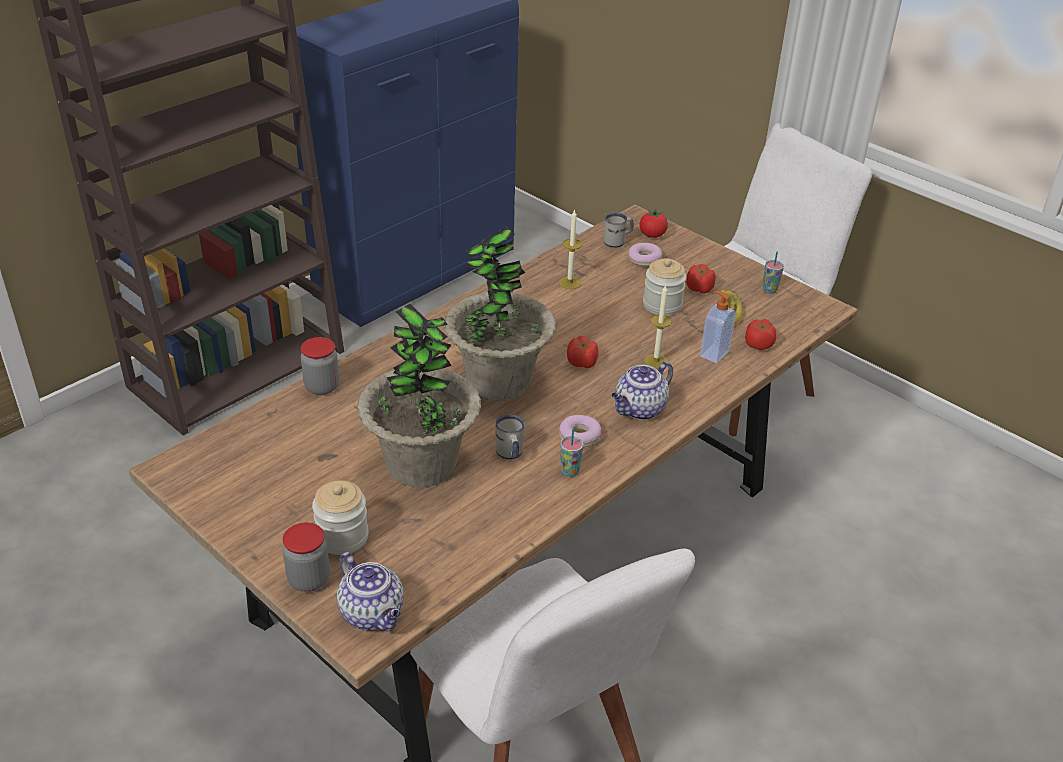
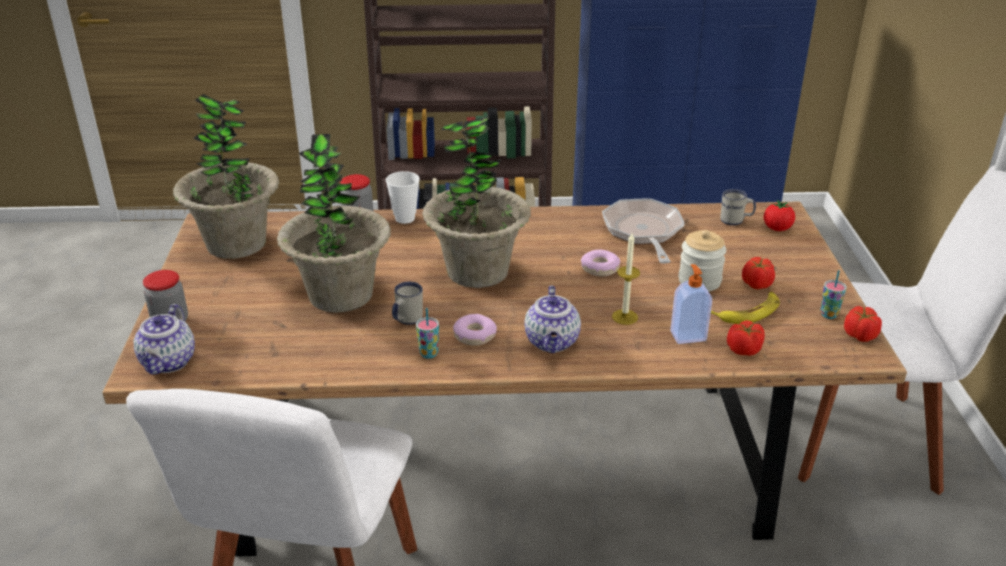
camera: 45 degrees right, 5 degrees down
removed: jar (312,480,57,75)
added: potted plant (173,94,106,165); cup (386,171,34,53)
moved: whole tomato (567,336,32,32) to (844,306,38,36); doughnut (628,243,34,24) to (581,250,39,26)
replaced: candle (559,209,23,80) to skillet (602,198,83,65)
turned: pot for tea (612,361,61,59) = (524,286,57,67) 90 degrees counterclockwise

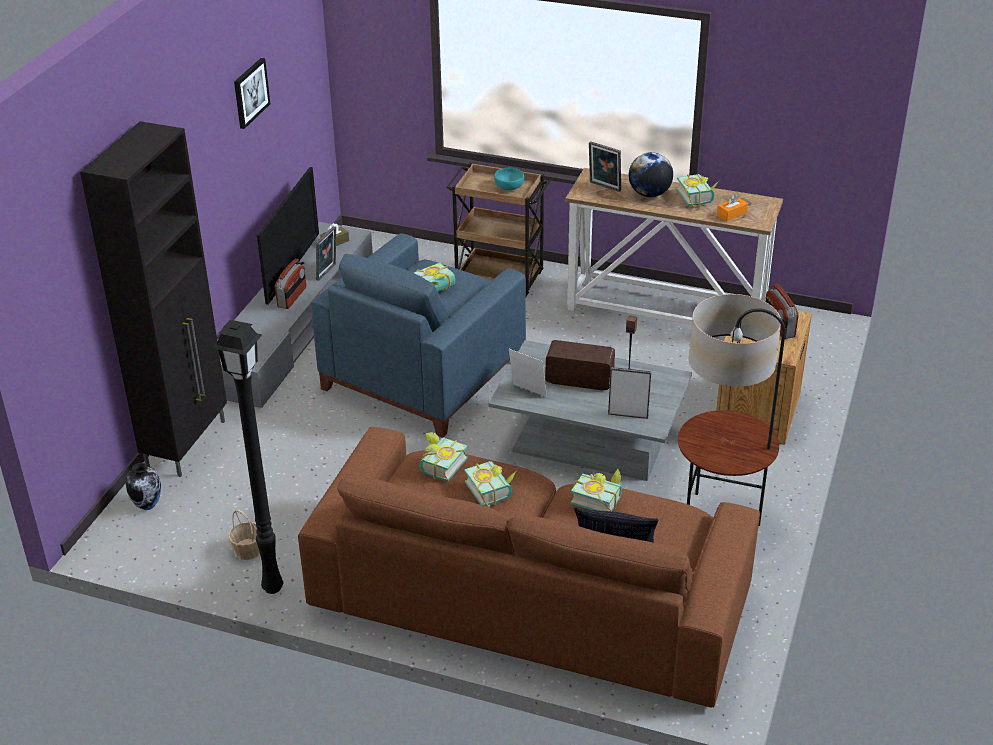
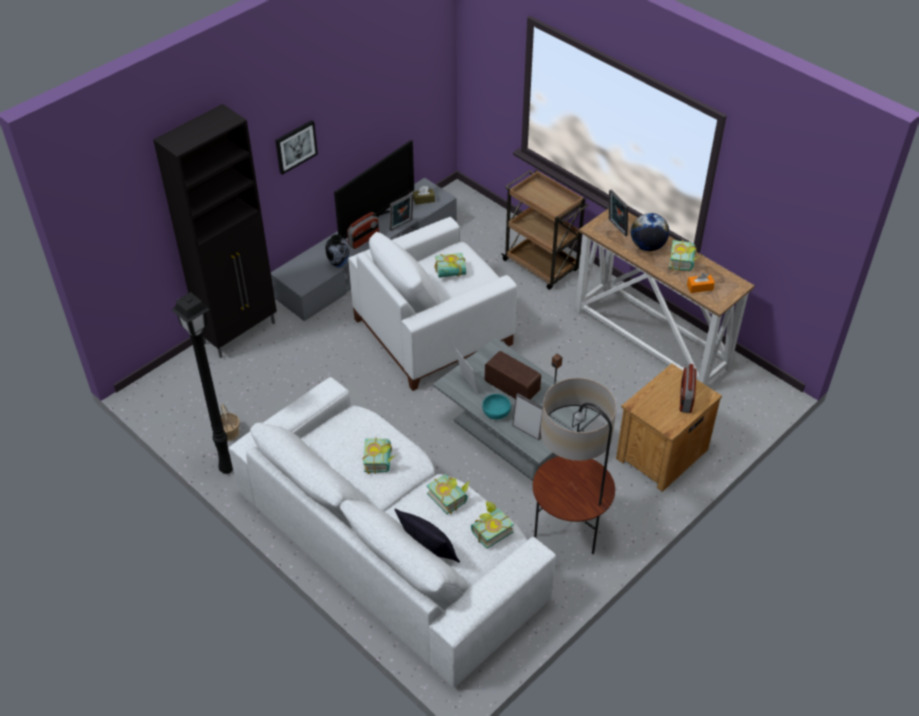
camera: 25 degrees right, 10 degrees up
moved: flower vase (125,463,36,47) to (325,234,25,34); wall art (234,58,36,71) to (275,120,43,55); book (419,432,49,50) to (471,501,43,48); turquoise-coloured serving bowl (494,168,30,22) to (482,394,29,26)
recoloured: brown-coloured settee (298,427,462,281) to white-coloured settee (228,377,328,311); blue armchair (311,233,215,205) to white-coloured armchair (348,217,169,174)

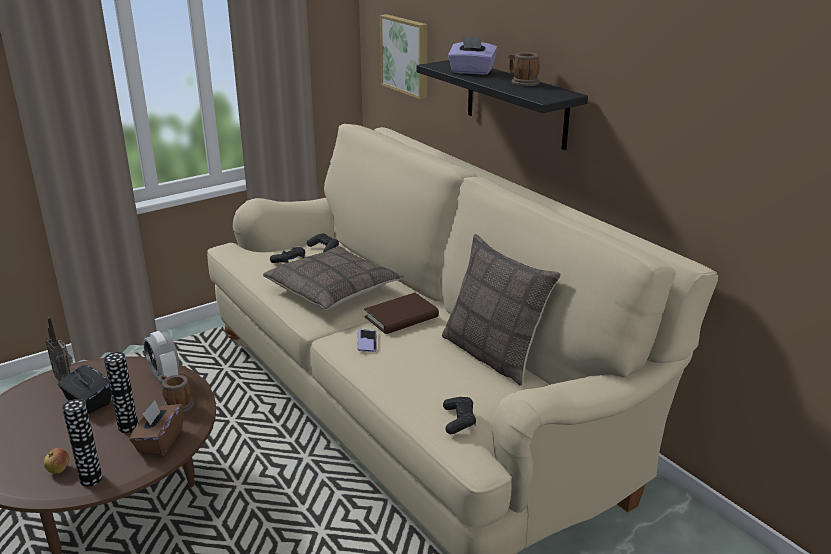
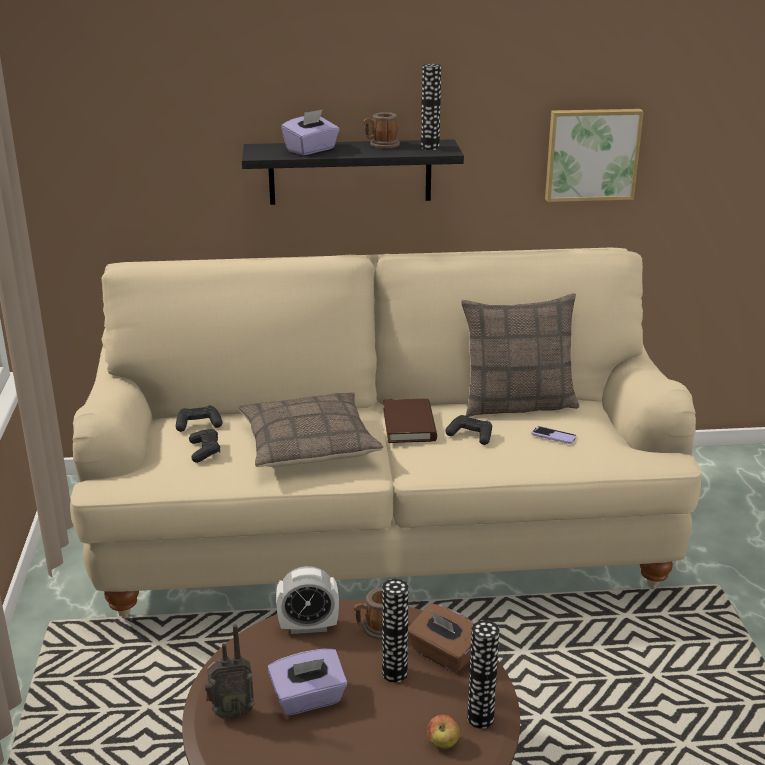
camera: 60 degrees left, 0 degrees up
added: flower vase (421,64,20,86)
moved: handset (357,329,20,23) to (531,426,46,18); wall art (380,14,48,85) to (545,109,99,93); black-coloured joypad (443,397,33,37) to (445,415,47,30)
recoloured: black-coloured tissue box (58,365,53,49) to purple-coloured tissue box (267,649,80,67)

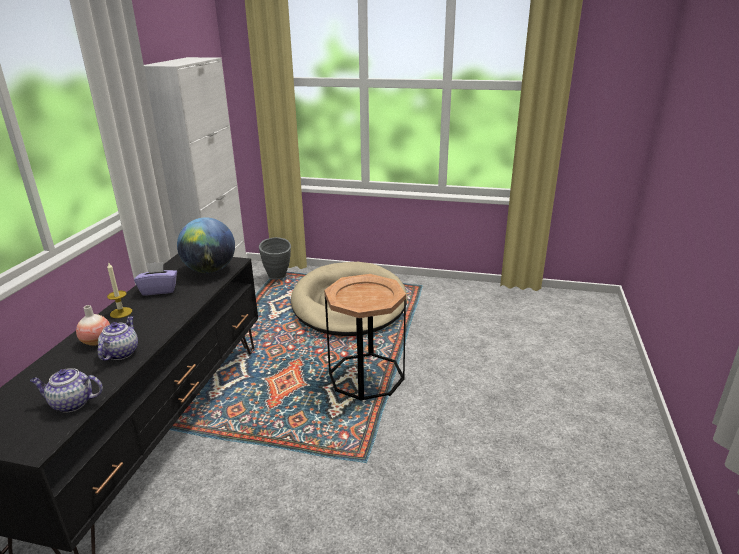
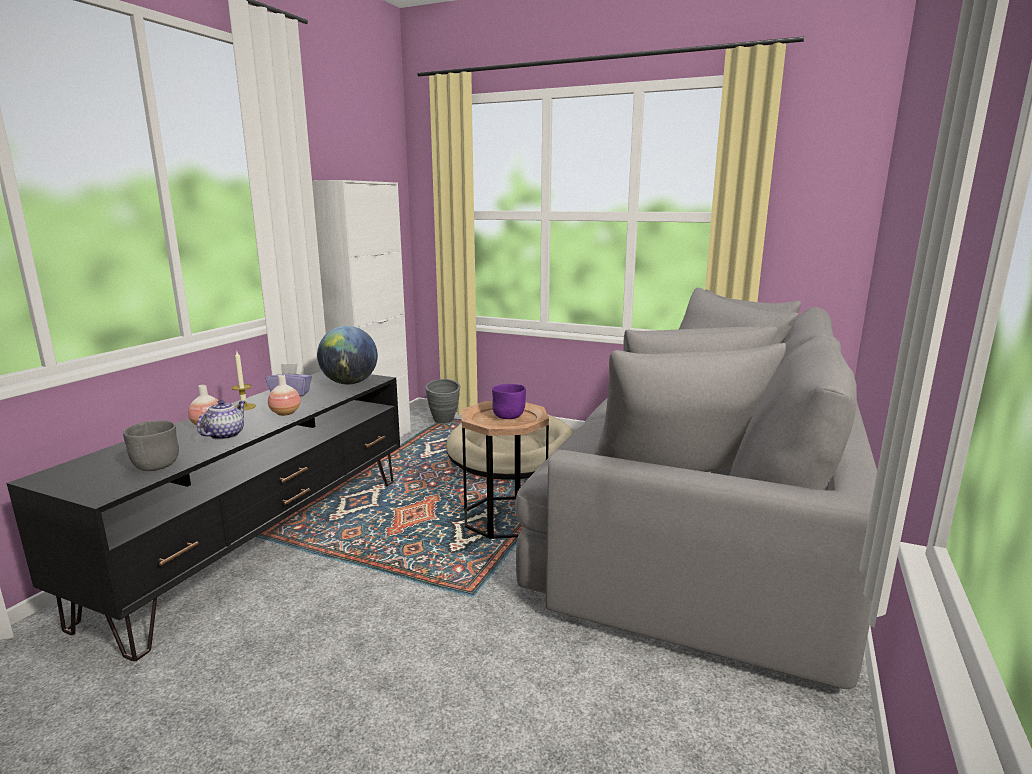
camera: 10 degrees right, 10 degrees down
added: flower vase (268,375,33,41); purple-coloured serving bowl (492,384,34,35); gray settee (515,288,362,401)
replaced: pot for tea (30,368,73,45) to gray serving bowl (123,420,56,51)

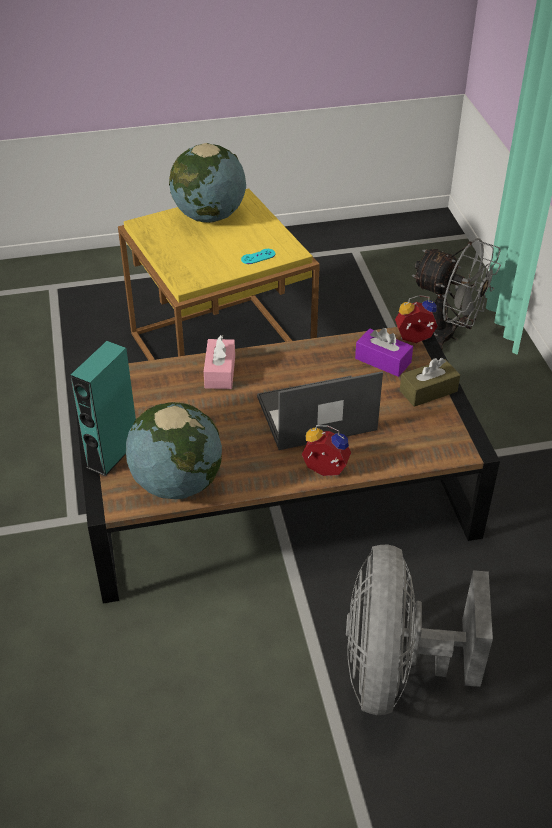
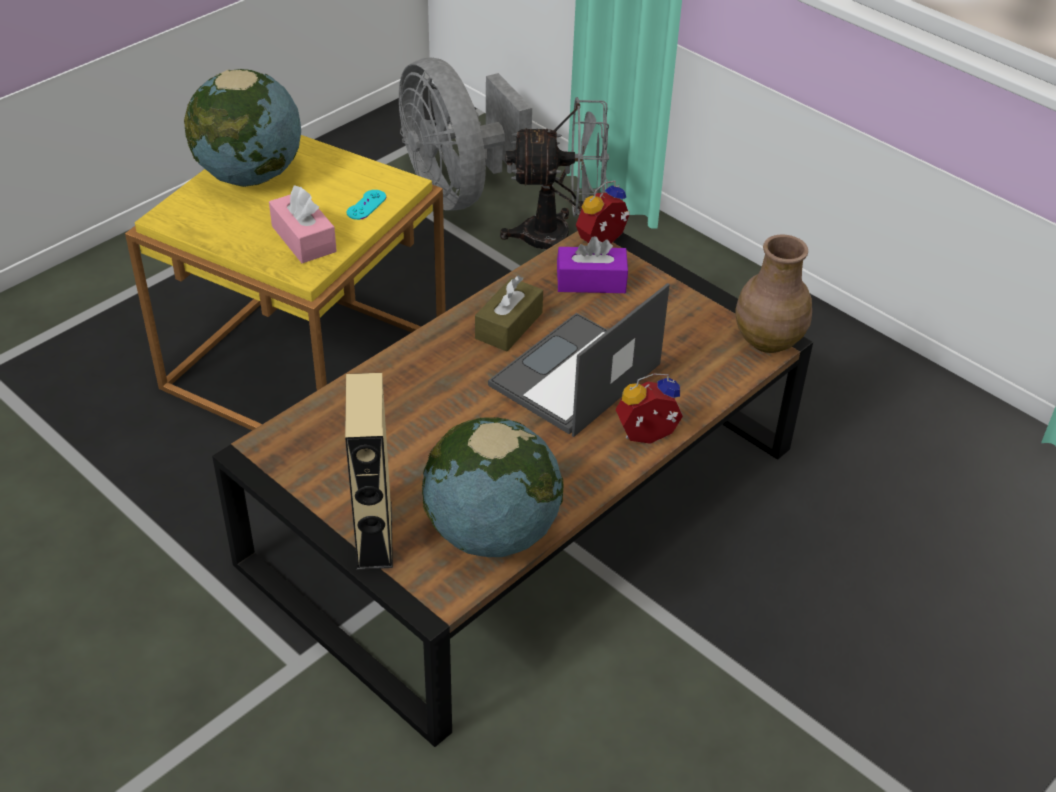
camera: 35 degrees left, 0 degrees up
added: brown-coloured flower vase (735,234,77,119)
moved: pink tissue box (204,335,31,54) to (269,185,68,78); gray fan (346,544,147,171) to (399,58,133,153); brown-coloured tissue box (400,358,60,49) to (475,276,68,75)
recoloured: turquoise-coloured loudspeaker (70,341,66,135) to beige-coloured loudspeaker (345,373,48,197)

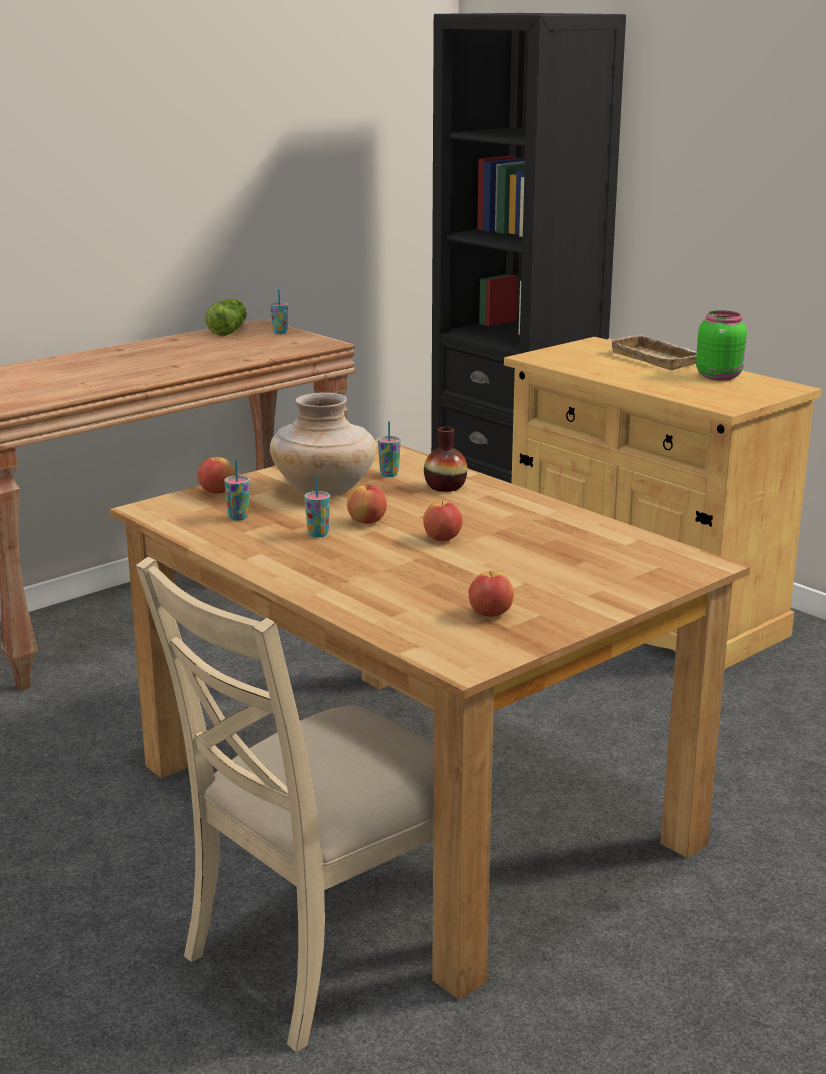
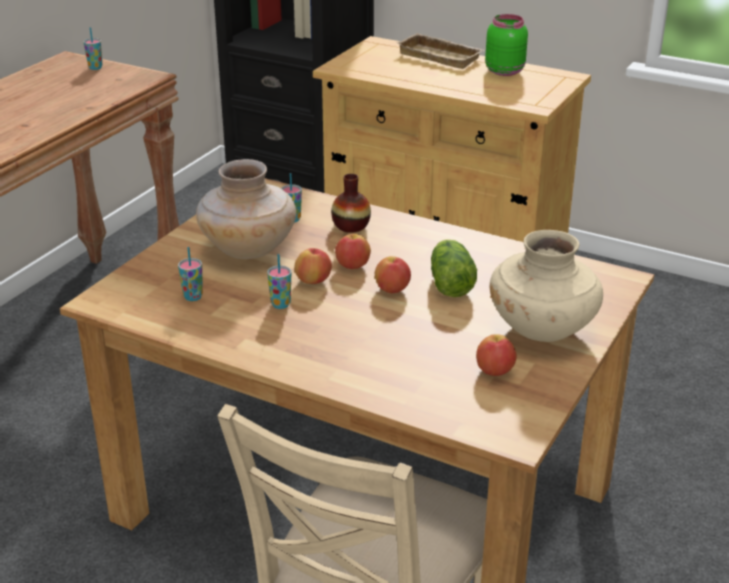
camera: 20 degrees left, 10 degrees up
added: beige-coloured flower vase (489,230,114,112)
moved: whole apple (197,456,39,38) to (335,234,36,35); head of lettuce (205,299,42,37) to (431,239,46,58)

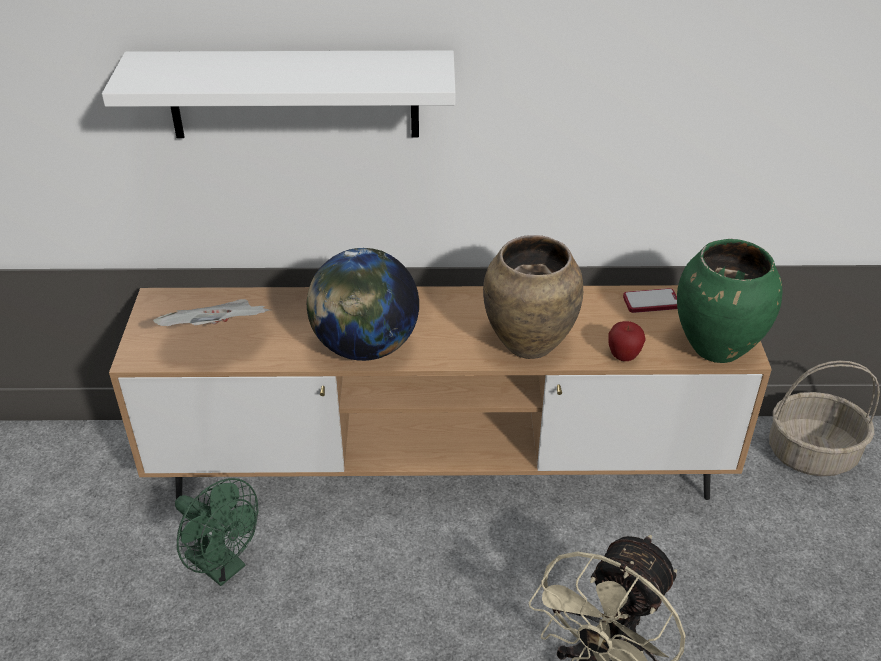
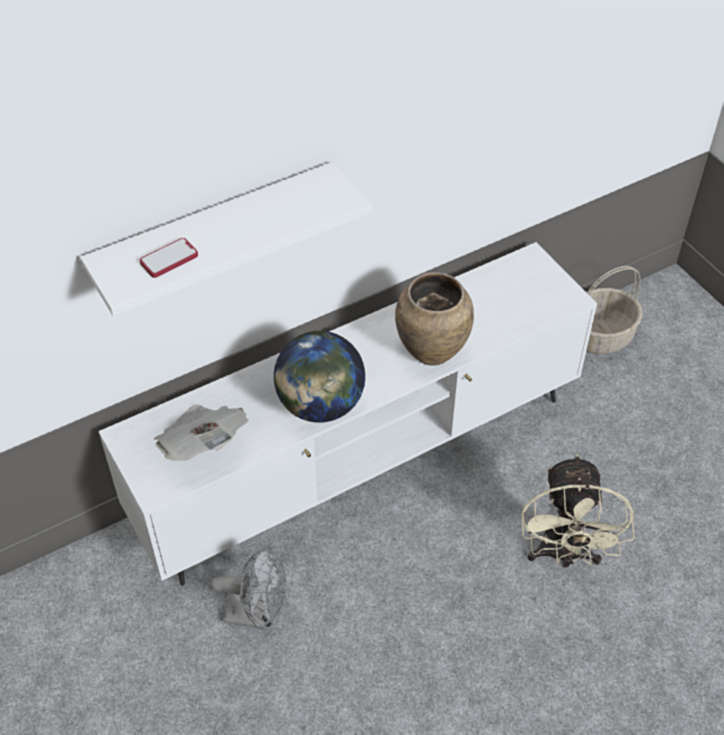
camera: 30 degrees left, 10 degrees up
removed: whole apple (608,321,38,40); greenish flower vase (677,239,105,124)
moved: handset (623,288,54,25) to (140,238,58,40)
recoloured: brown-coloured tv unit (109,285,663,215) to white-coloured tv unit (98,242,499,344); greenish fan (175,478,83,108) to gray fan (211,545,75,85)

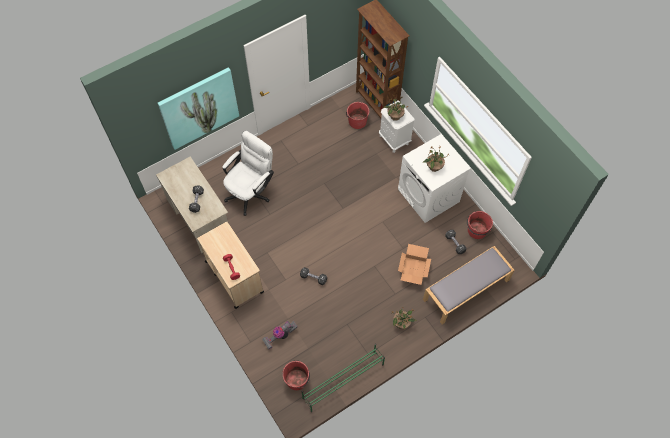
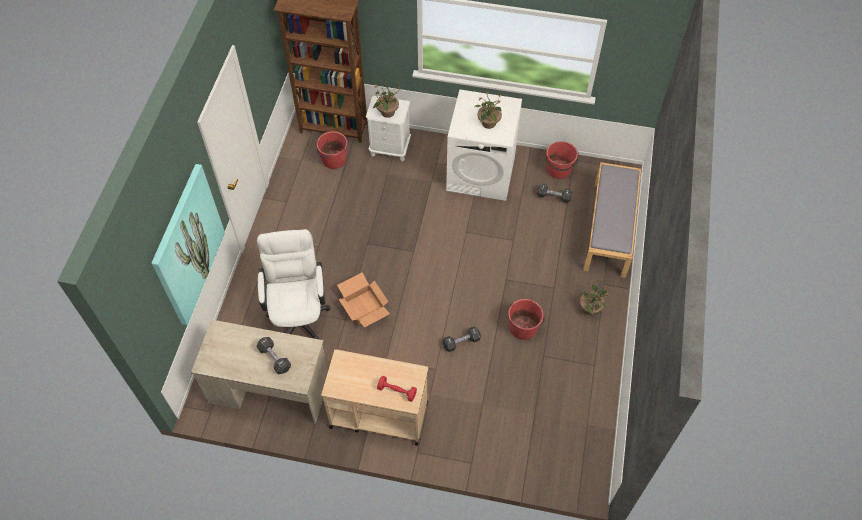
camera: 45 degrees left, 5 degrees down
removed: vacuum cleaner (262,321,36,28); greenish shoe shelf (302,344,83,68)
moved: red pail (282,360,28,30) to (508,299,37,41); packing box (398,244,33,41) to (337,272,53,56)

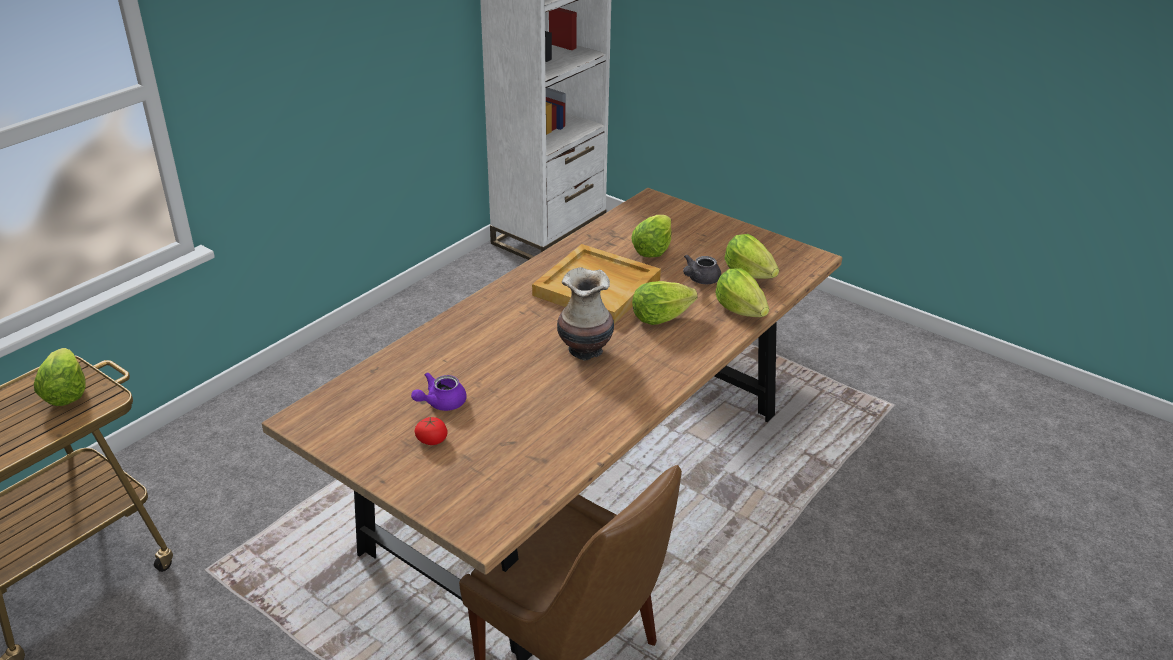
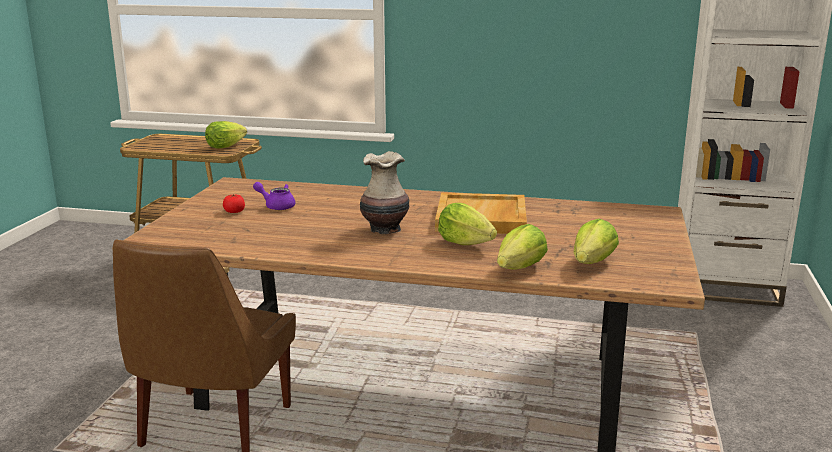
camera: 65 degrees right, 15 degrees down
removed: head of lettuce (631,215,41,42); gray pot for tea (683,255,38,29)

